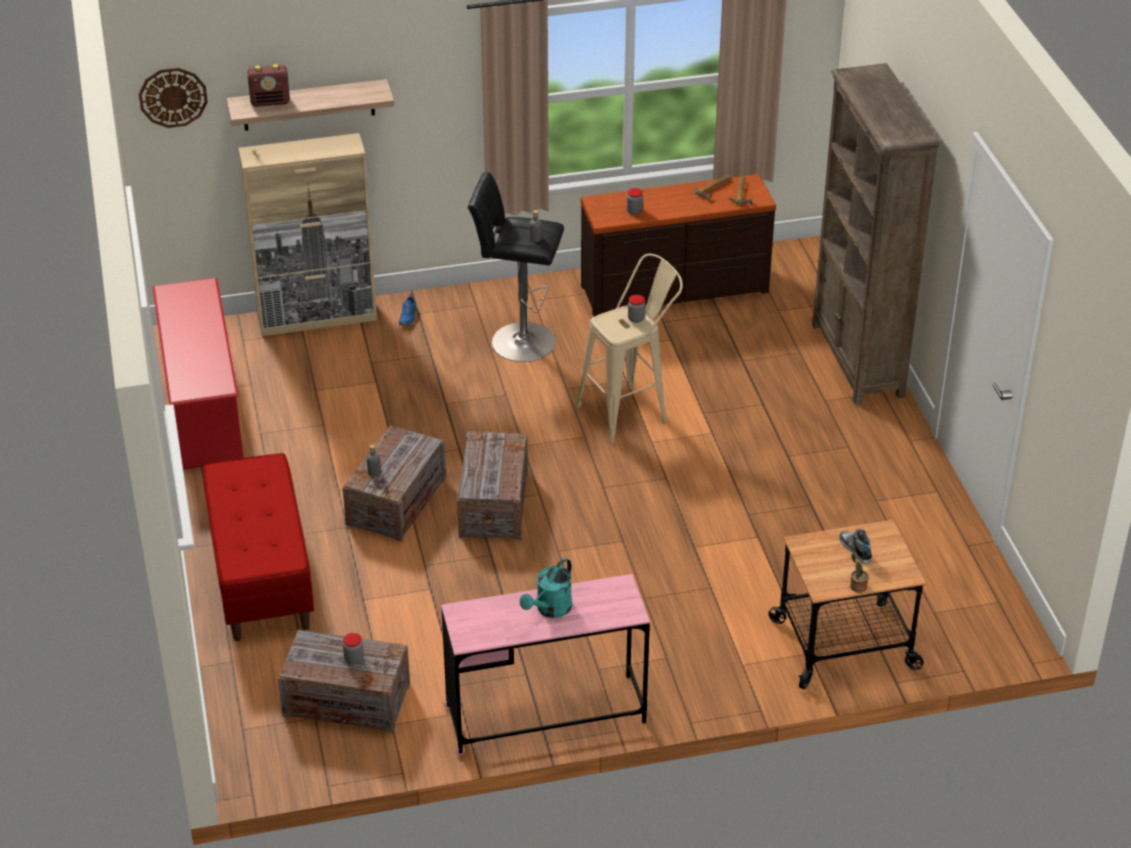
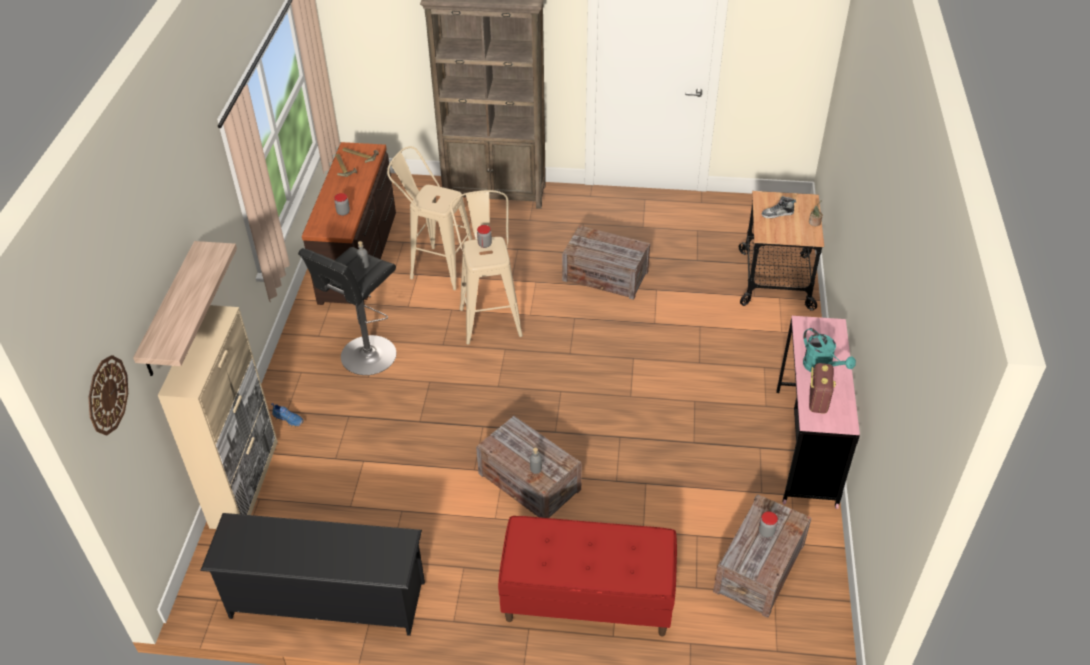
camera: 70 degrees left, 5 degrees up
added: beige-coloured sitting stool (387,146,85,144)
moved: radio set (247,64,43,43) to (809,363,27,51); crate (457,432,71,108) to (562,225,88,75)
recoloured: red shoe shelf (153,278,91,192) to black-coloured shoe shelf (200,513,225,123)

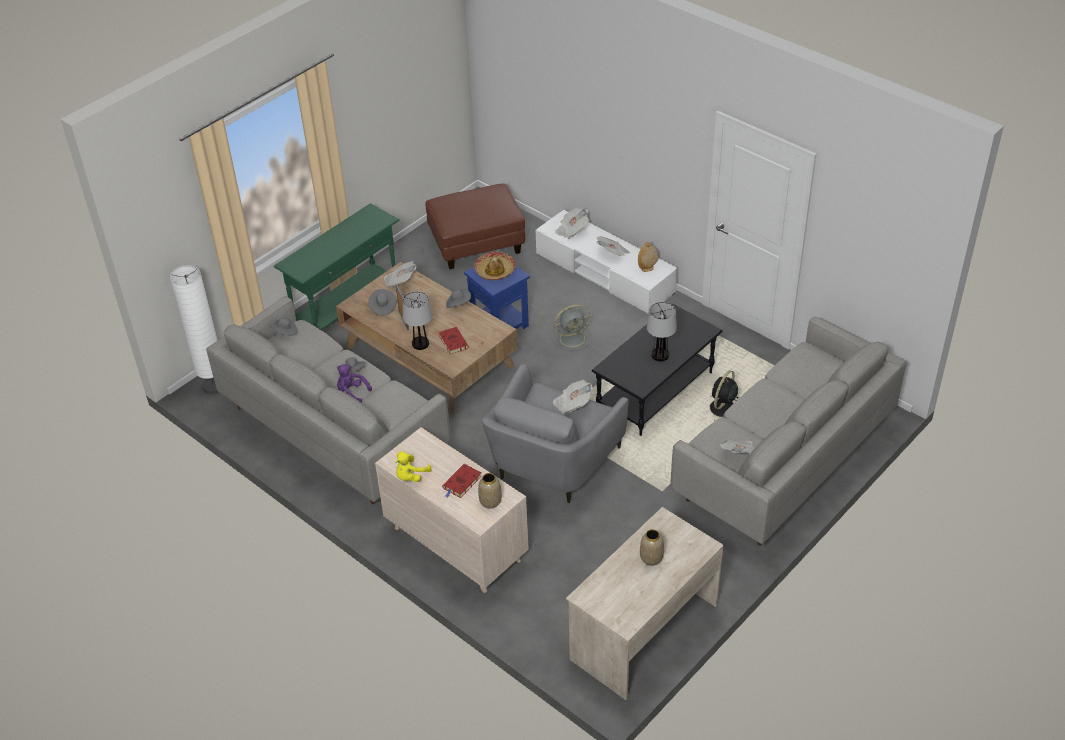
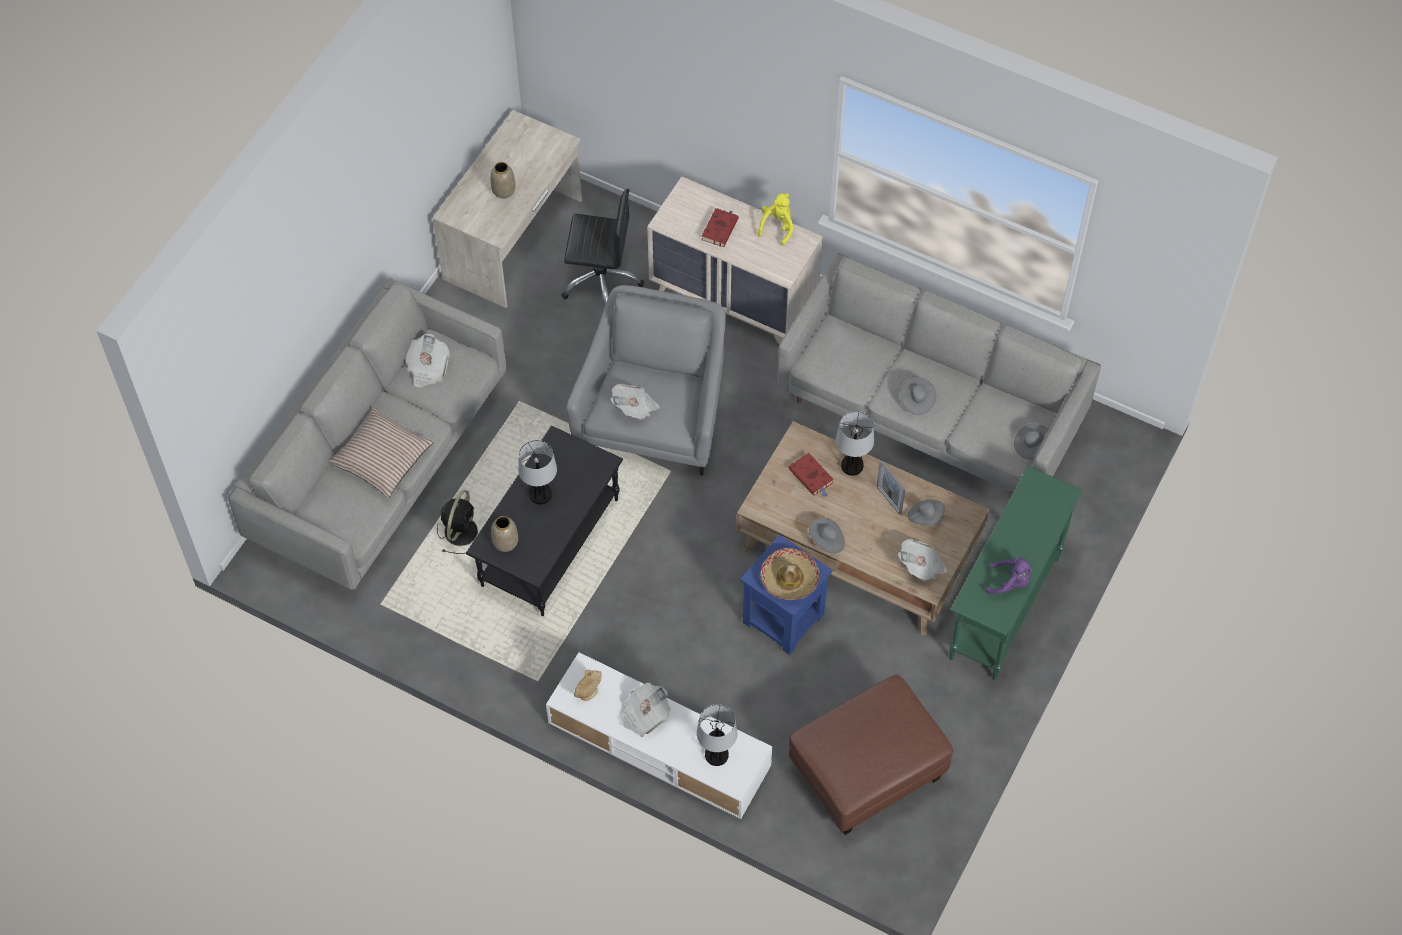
camera: 165 degrees right, 15 degrees up
removed: white-coloured standard lamp (170,265,49,129); gray fan (551,304,41,47)
added: cushion (328,407,107,91); black-coloured desk chair (561,189,83,118)
moved: purple-coloured cuddly toy (337,364,35,39) to (986,558,46,36); flower vase (478,473,24,36) to (491,516,27,36)
replaced: printed paper (555,208,34,31) to lamp for a table (697,704,40,62)

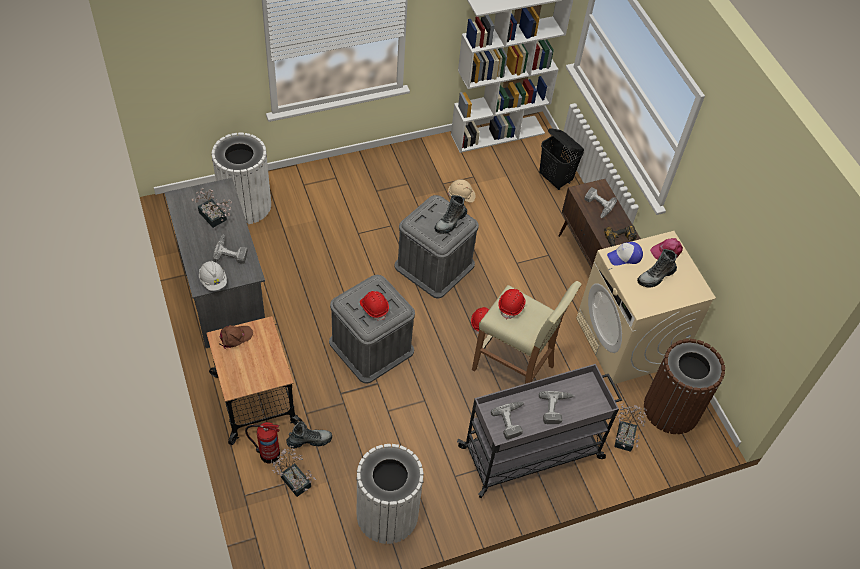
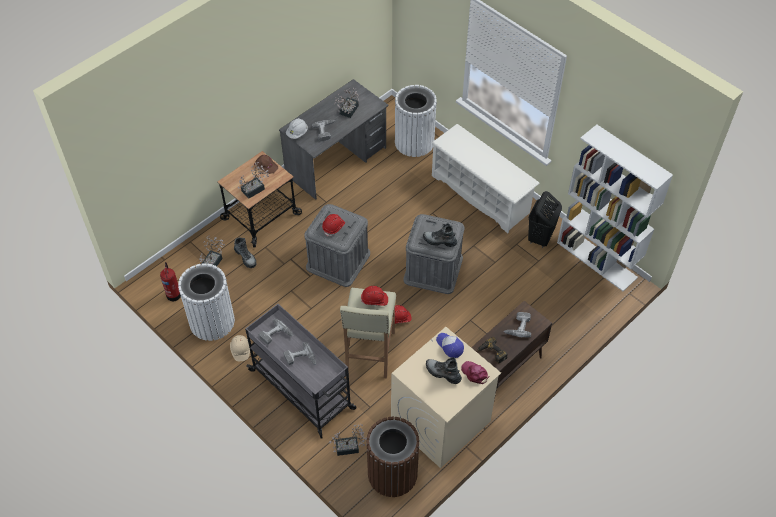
camera: 70 degrees right, 0 degrees up
added: potted plant (238,162,31,37); white-coloured shoe shelf (432,124,108,109)
moved: fire-fighting cylinder (245,422,35,42) to (160,262,21,39); beige-coloured hard hat (448,179,28,23) to (230,335,20,26); black-coloured washing basket (539,128,45,62) to (528,191,34,57)

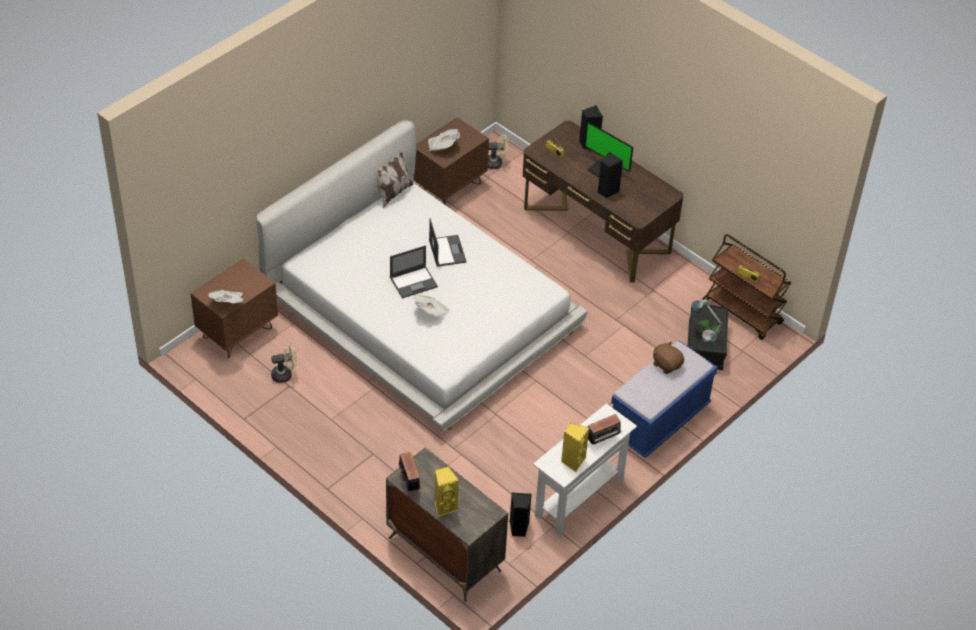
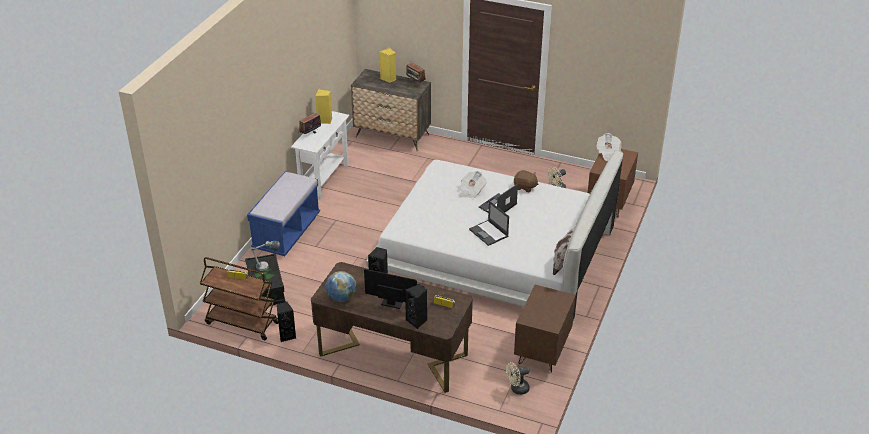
camera: 160 degrees right, 10 degrees down
removed: printed paper (428,129,32,22)
added: world globe (326,271,30,31)
moved: black-coloured loudspeaker (509,492,23,45) to (277,302,19,40); brown-coloured cuddly toy (653,341,31,33) to (514,170,24,22)

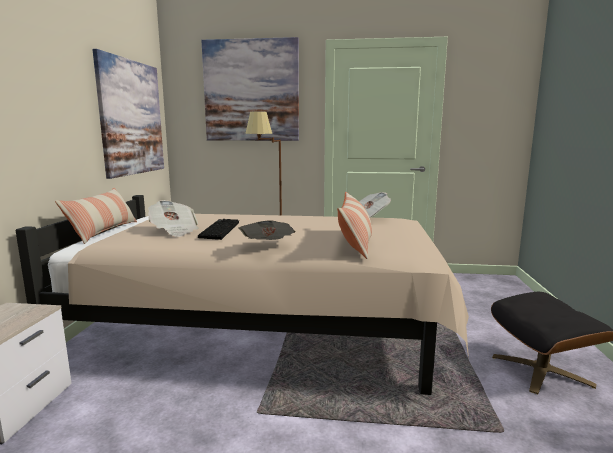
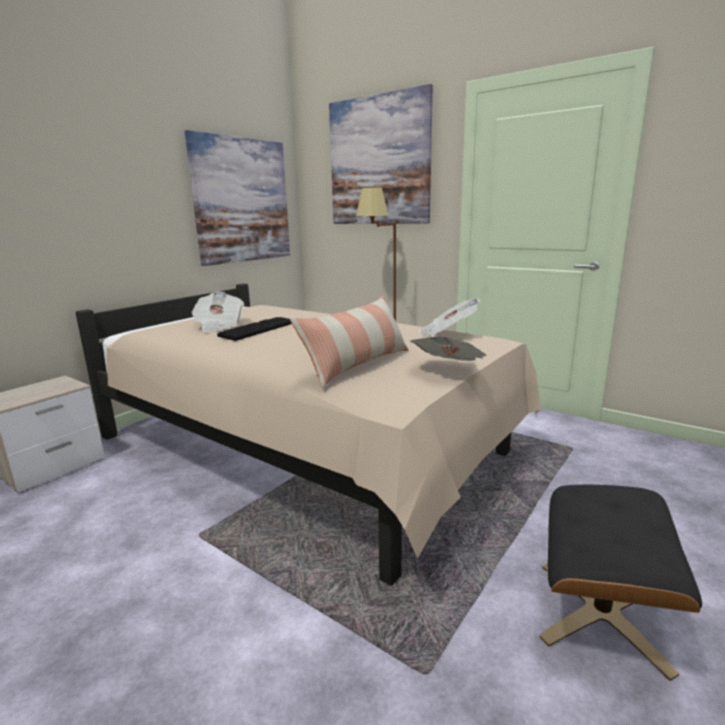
camera: 30 degrees right, 5 degrees up
removed: cushion (55,188,82,56)
moved: printed paper (238,220,57,20) to (410,337,76,24)

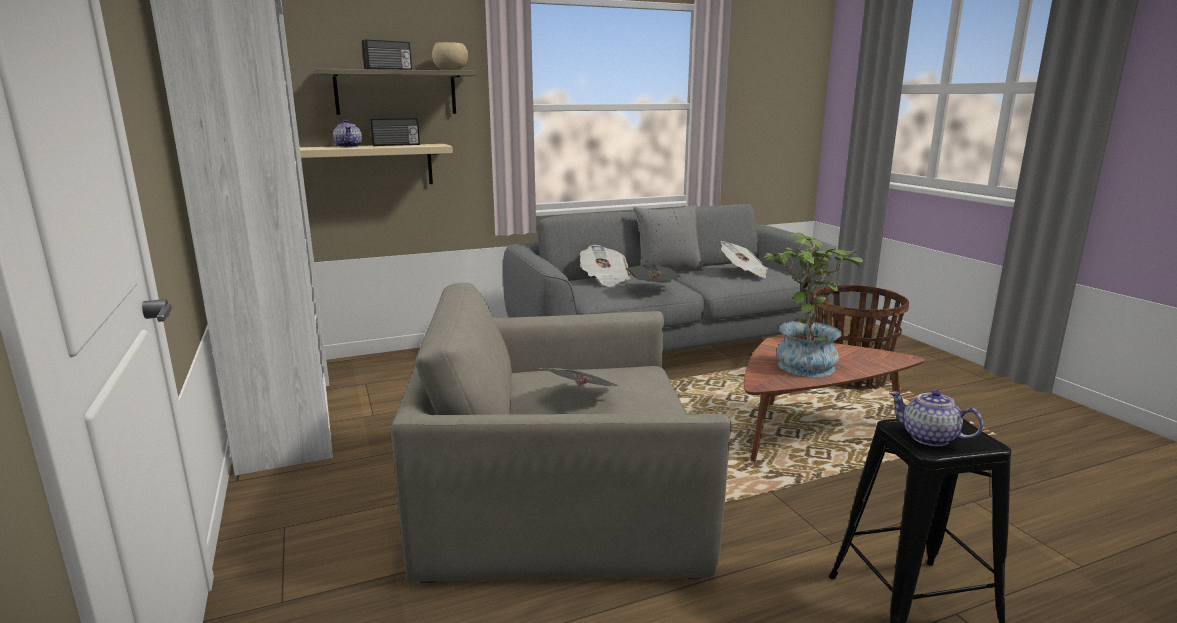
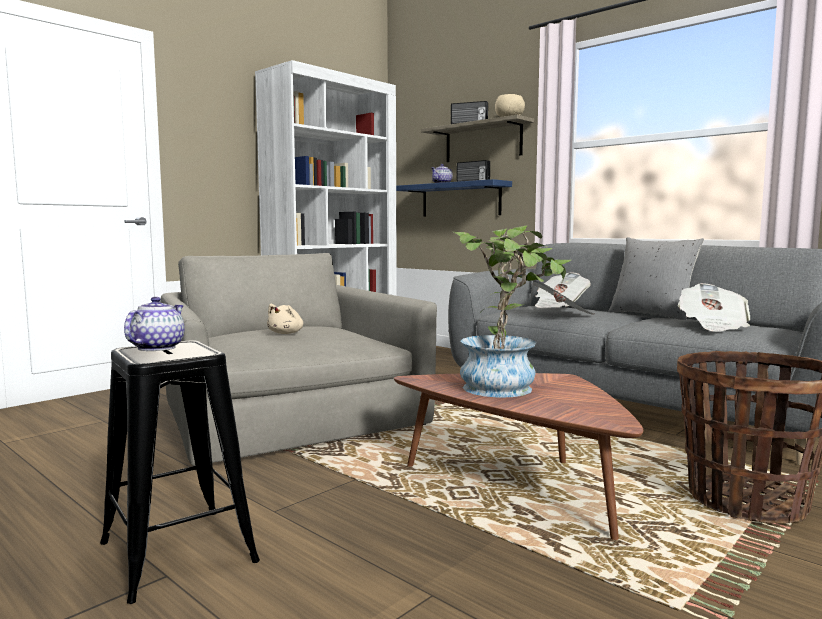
camera: 65 degrees right, 10 degrees down
replaced: printed paper (539,368,79,18) to beige-coloured cuddly toy (267,304,36,30)
recoloured: beige-coloured shelf (300,144,153,40) to blue shelf (396,179,116,38)

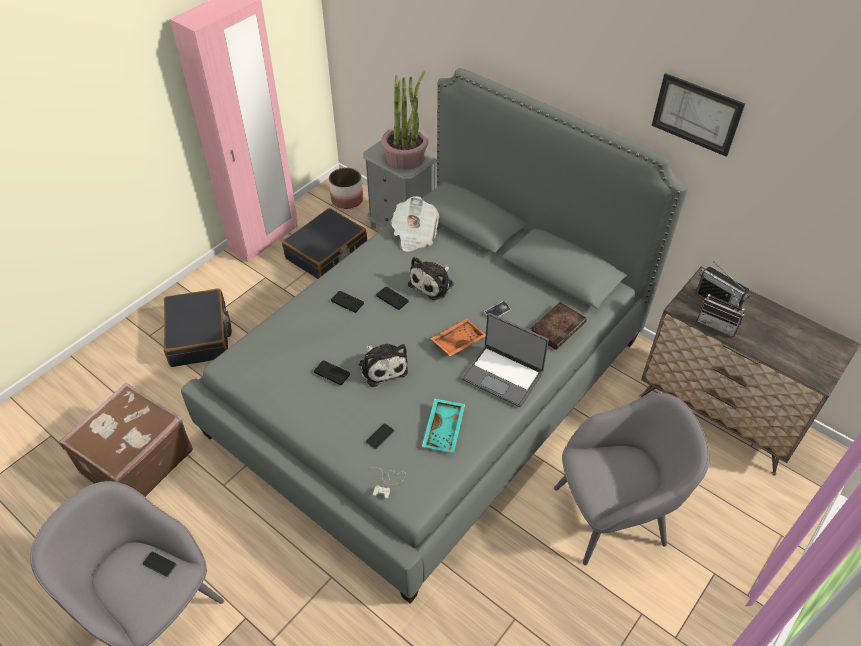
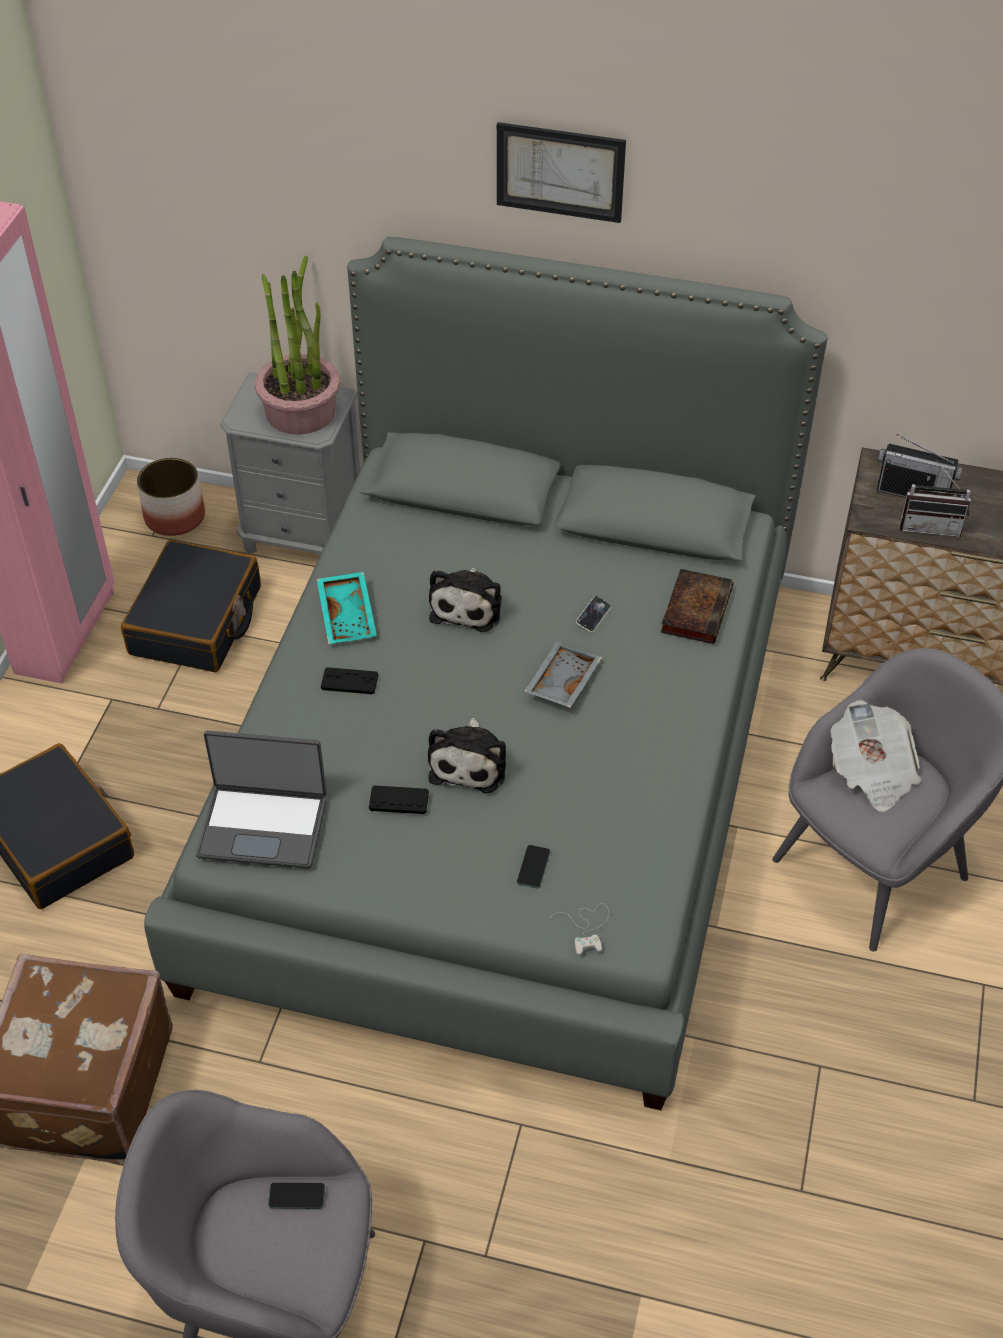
camera: 25 degrees left, 0 degrees up
removed: black-coloured joypad (376,286,32,24)
moved: printed paper (391,196,49,56) to (830,700,91,112); turquoise-coloured carrying tray (422,398,43,55) to (317,572,60,72); laptop (462,313,87,94) to (195,731,132,138); wall art (652,73,93,84) to (497,122,129,101)
recoloured: orangey carrying tray (430,318,56,38) to gray carrying tray (524,641,78,67)
turned: cuddly toy (359,344,49,43) = (428,718,78,75) 60 degrees clockwise

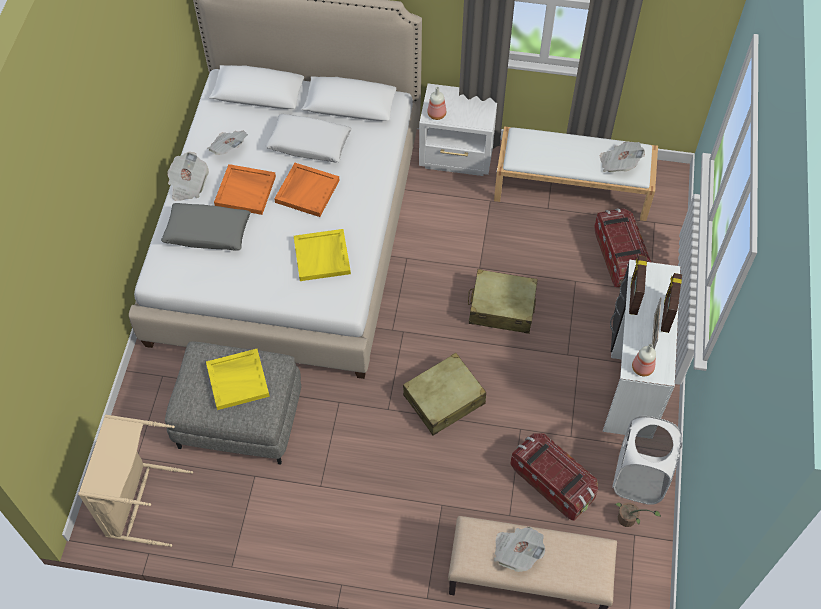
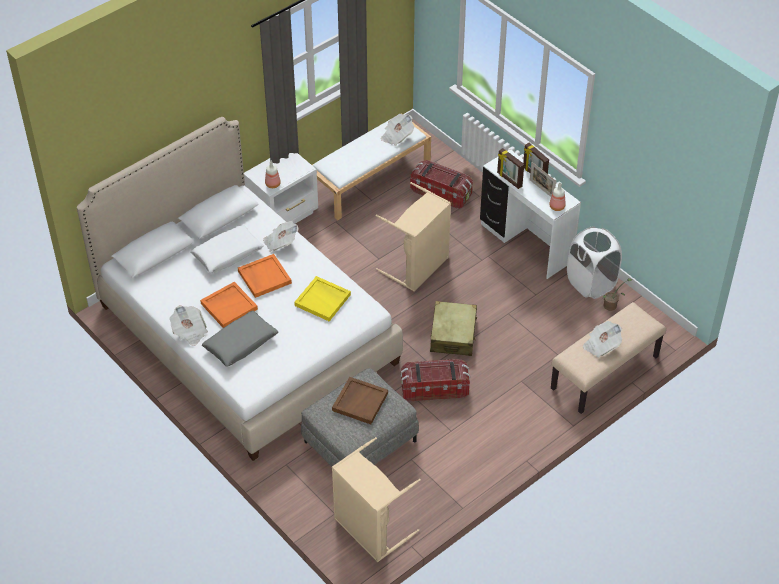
camera: 50 degrees left, 10 degrees down
moved: printed paper (207,131,41,24) to (263,221,36,31); storage box (510,433,88,88) to (401,359,69,42)
replaced: beige-coloured travel case (468,269,70,65) to beige-coloured washing basket (375,182,76,110)
recoloured: yellow carrying tray (206,349,64,61) to brown-coloured carrying tray (332,377,56,47)

